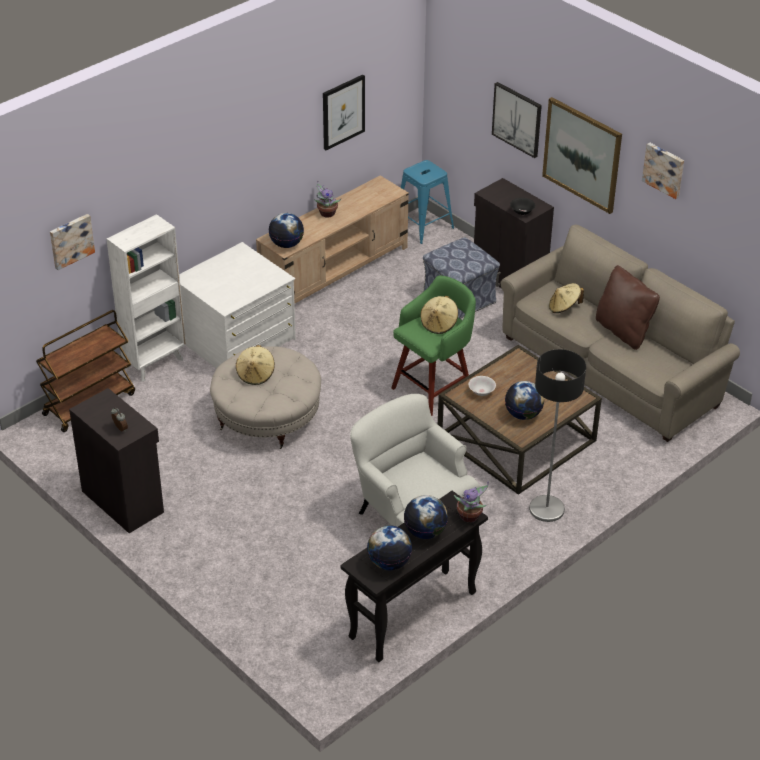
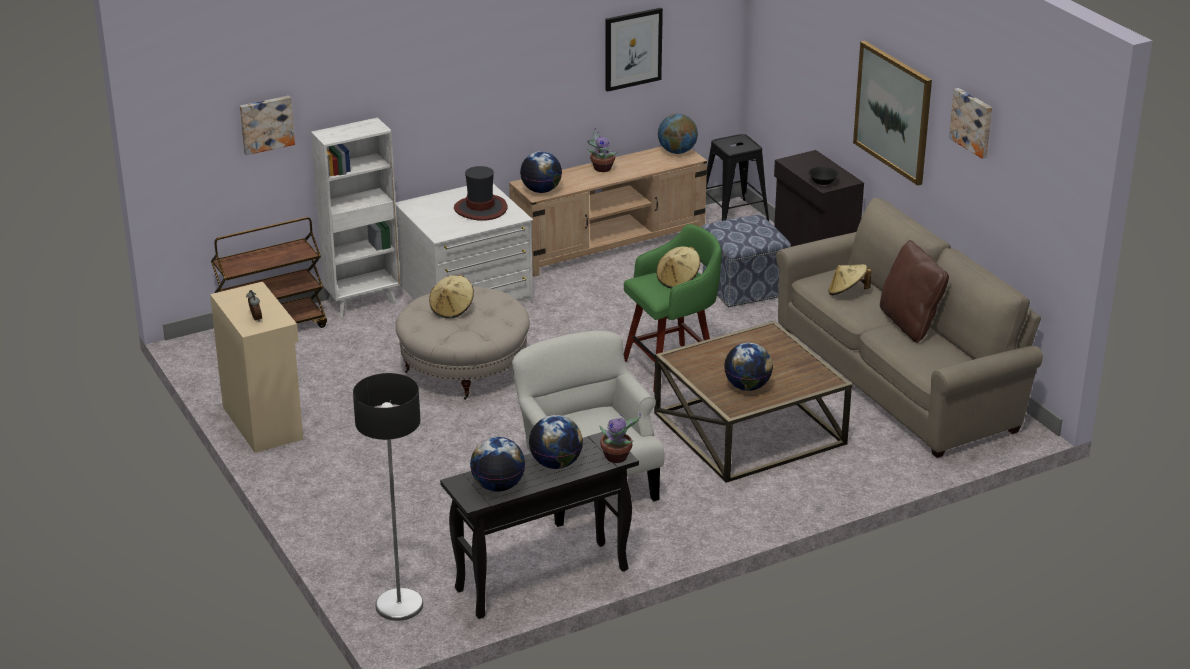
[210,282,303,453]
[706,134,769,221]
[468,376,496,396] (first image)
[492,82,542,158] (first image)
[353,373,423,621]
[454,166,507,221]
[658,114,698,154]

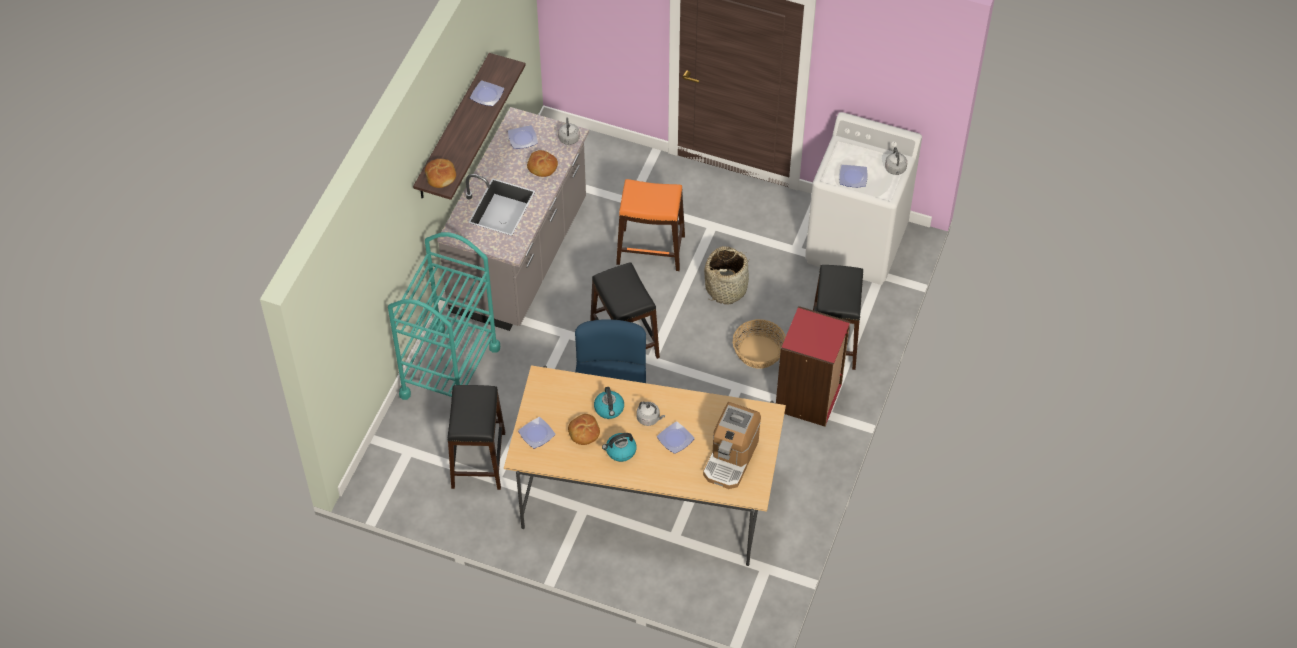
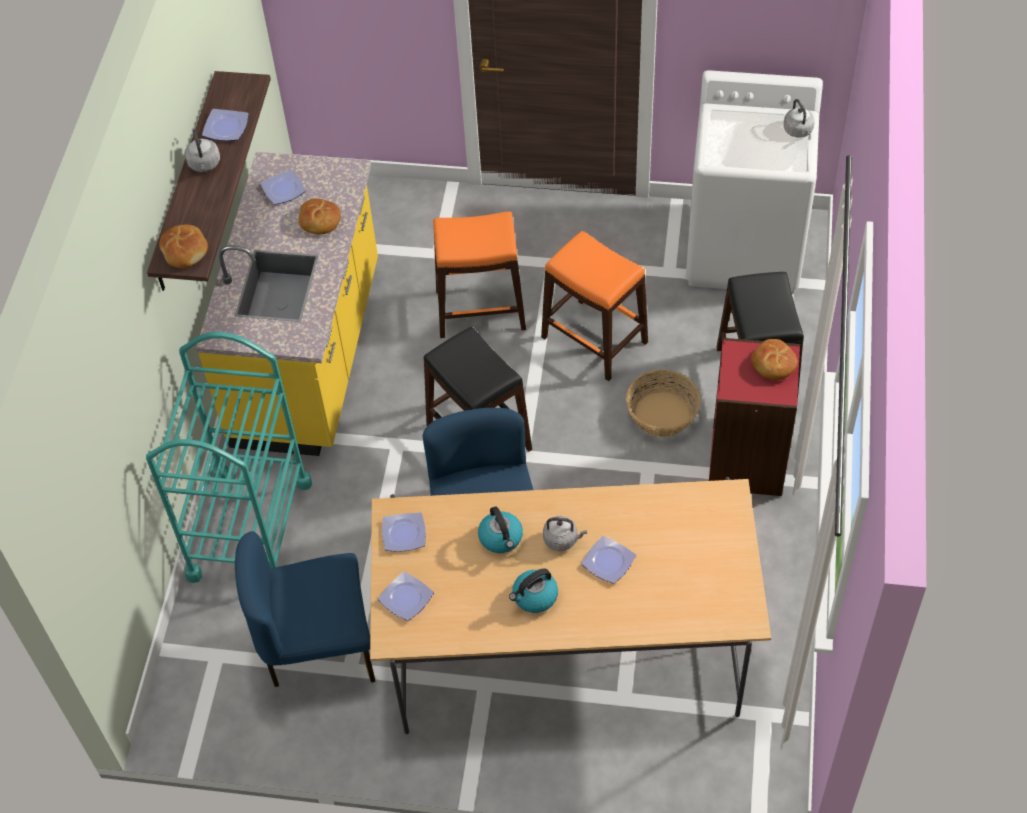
[196,152,378,456]
[235,531,375,687]
[185,129,220,172]
[751,339,798,380]
[703,402,761,489] (first image)
[541,231,648,381]
[382,513,426,552]

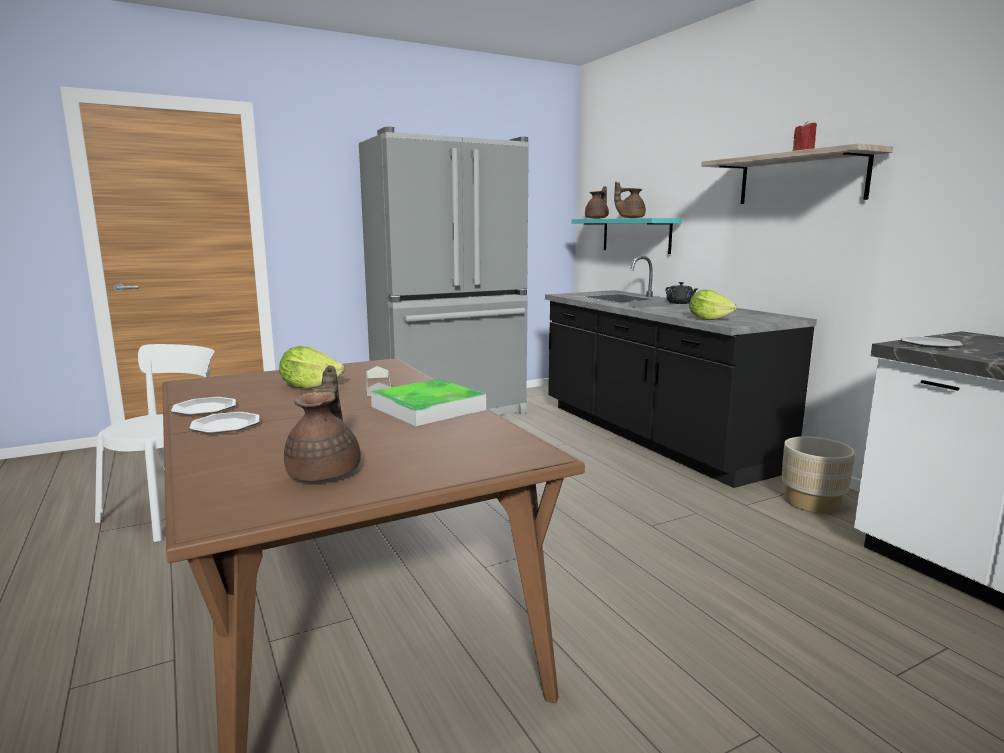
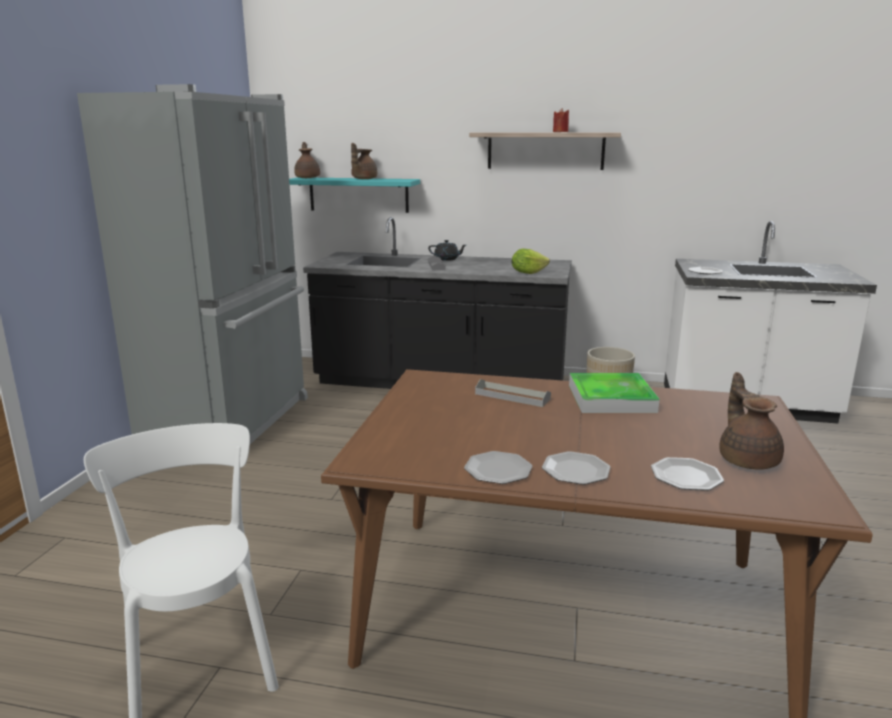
[279,346,345,389] (first image)
[719,372,784,470]
[651,457,724,491]

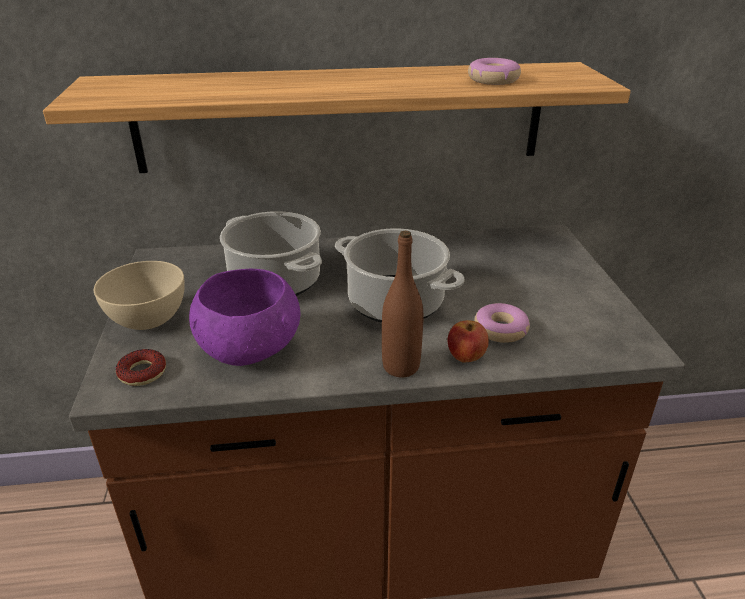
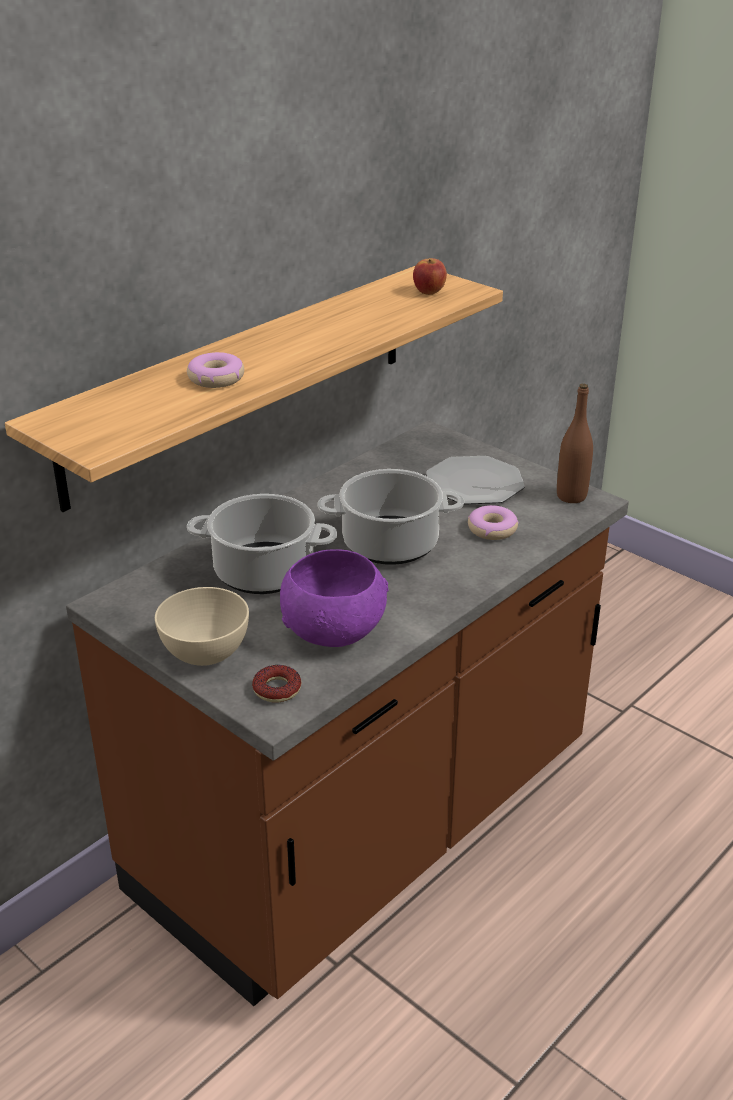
[557,384,593,503]
[413,258,447,295]
[187,352,244,388]
[426,456,525,505]

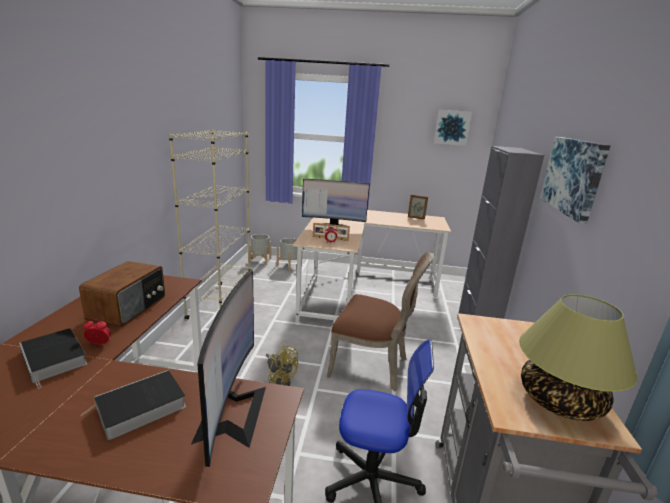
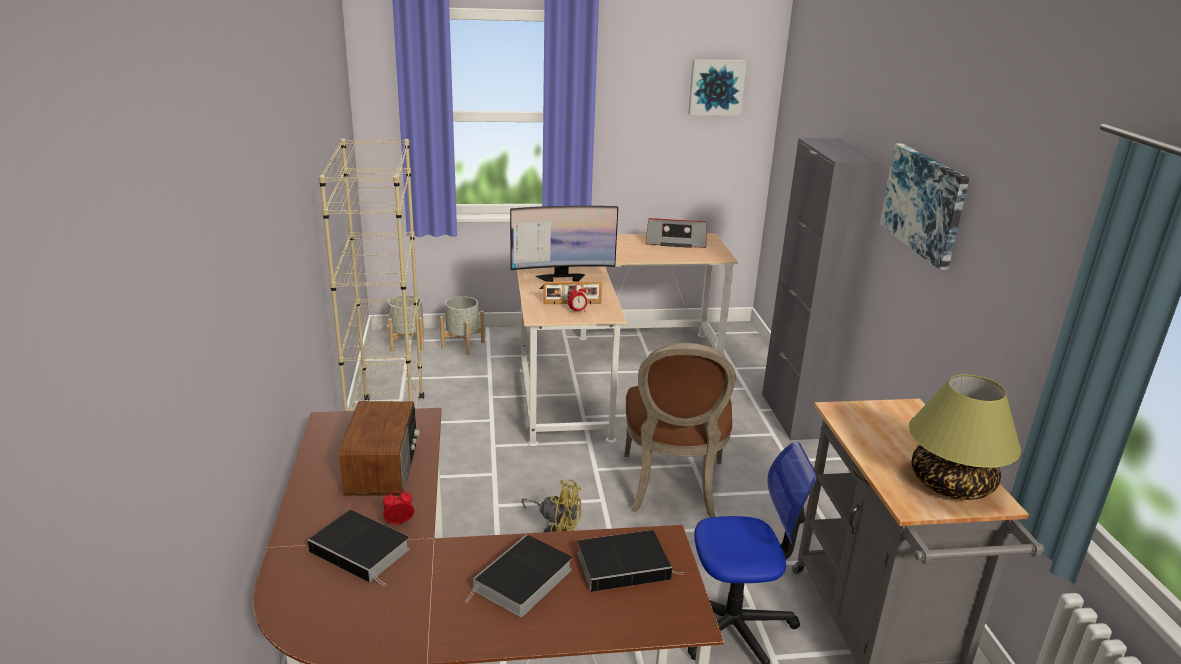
[577,530,685,592]
[624,343,736,517]
[645,218,707,248]

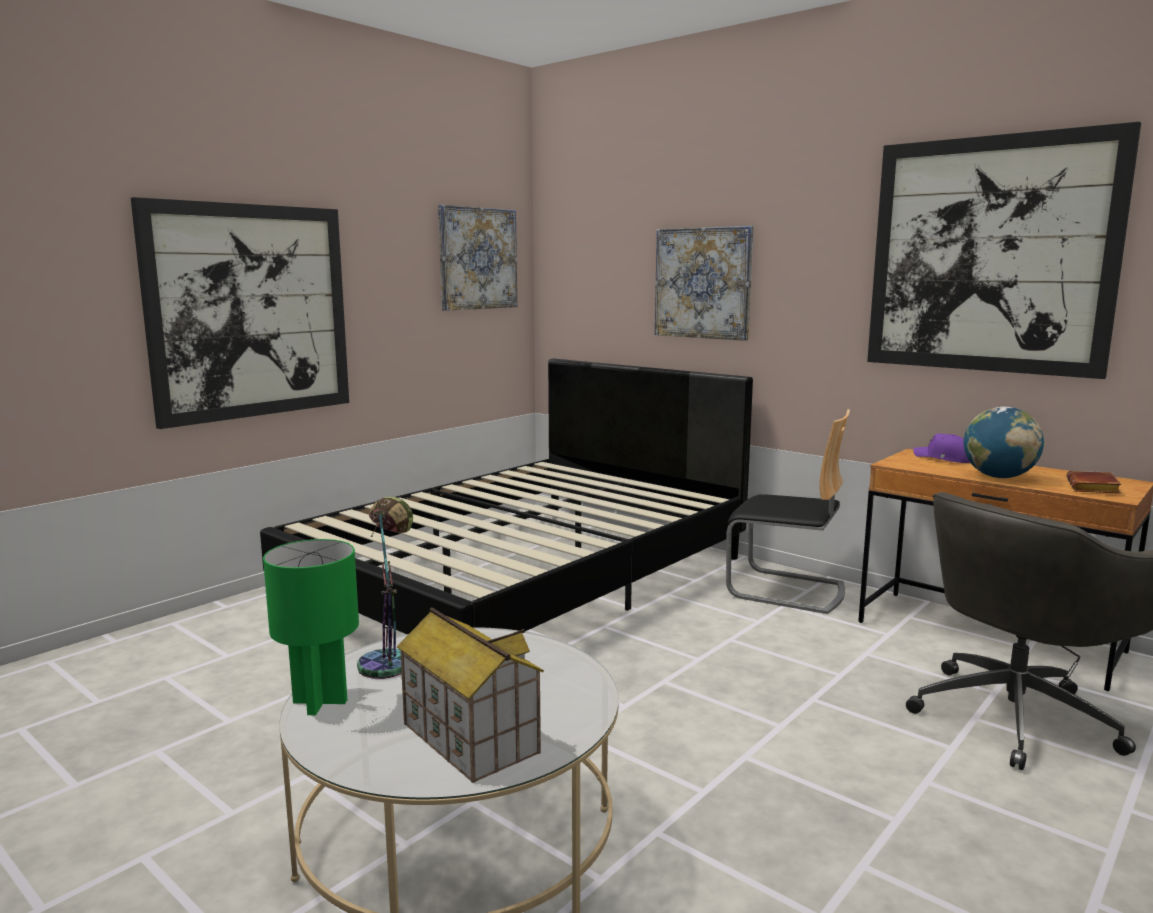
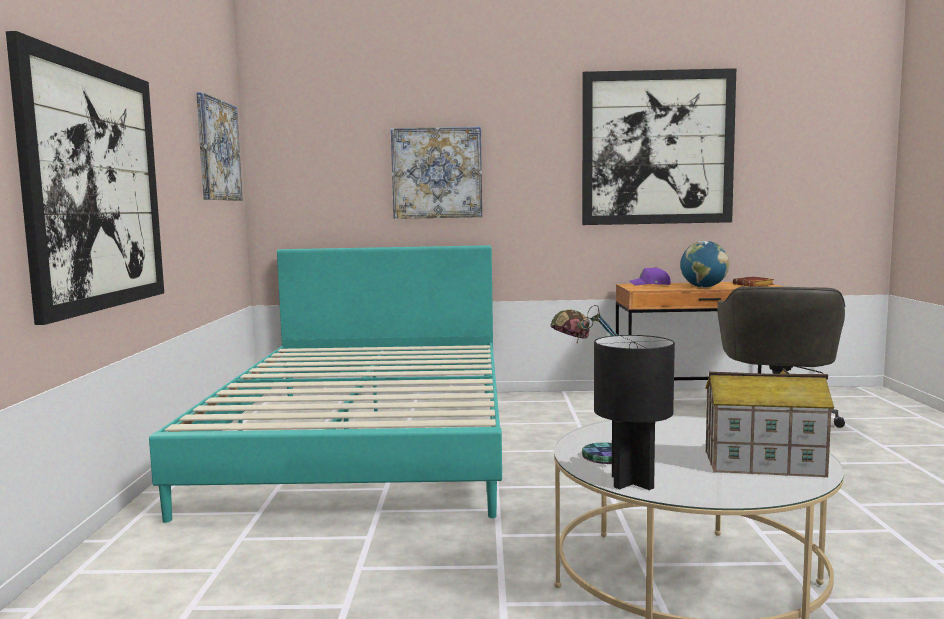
[149,245,502,523]
[594,335,675,490]
[726,409,850,614] (first image)

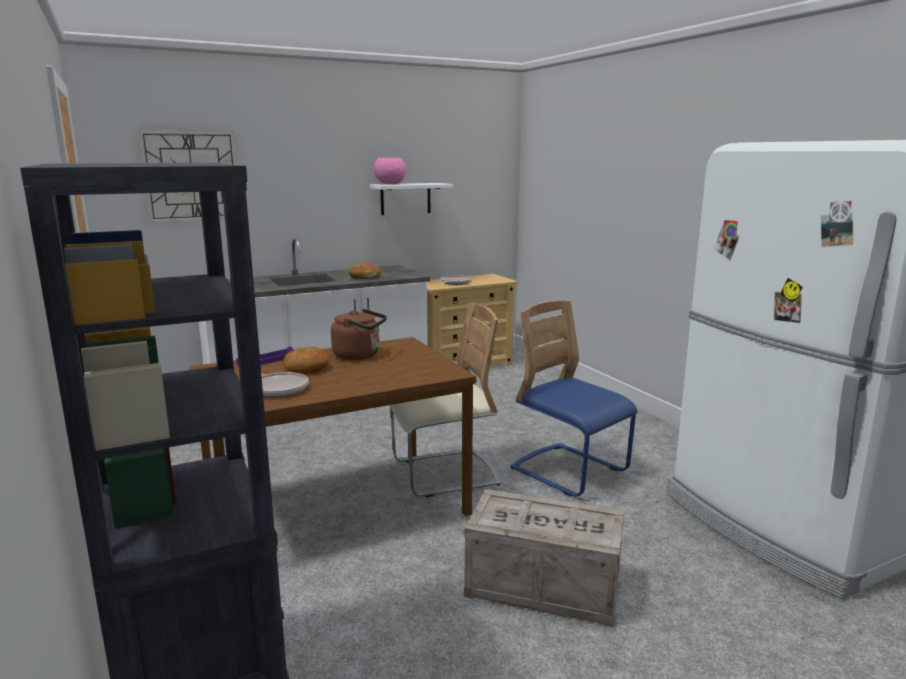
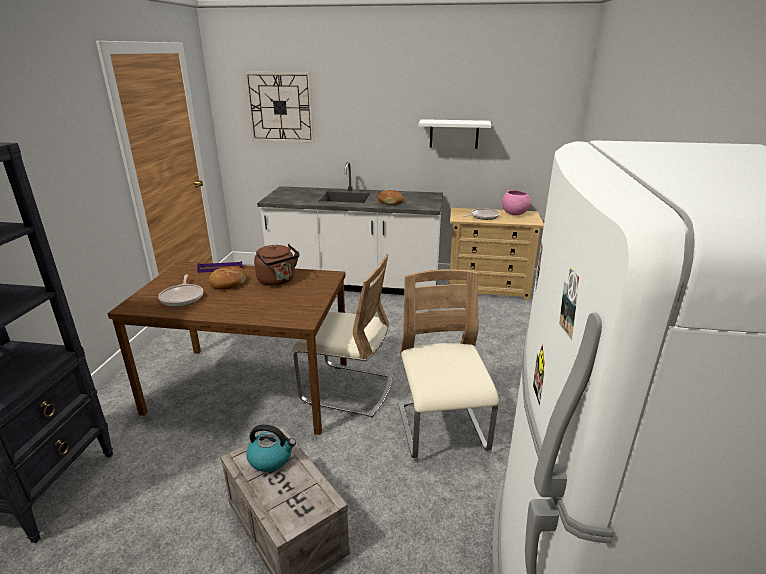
[502,190,531,215]
[398,269,499,458]
[246,424,296,472]

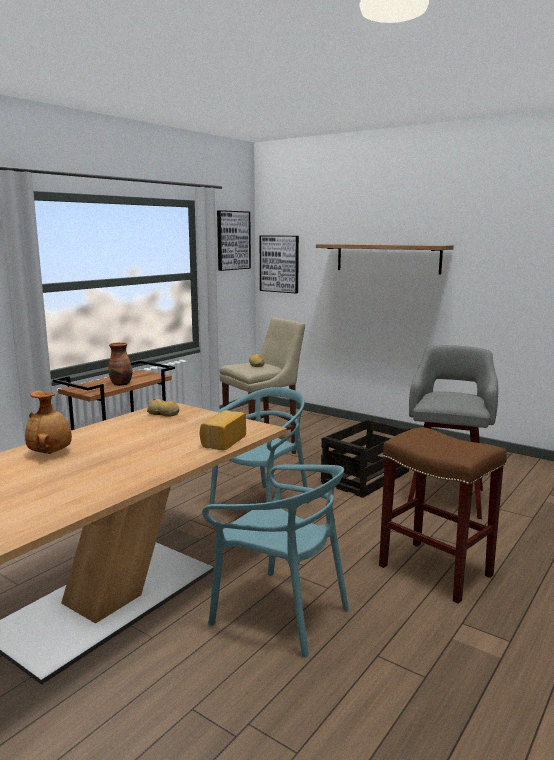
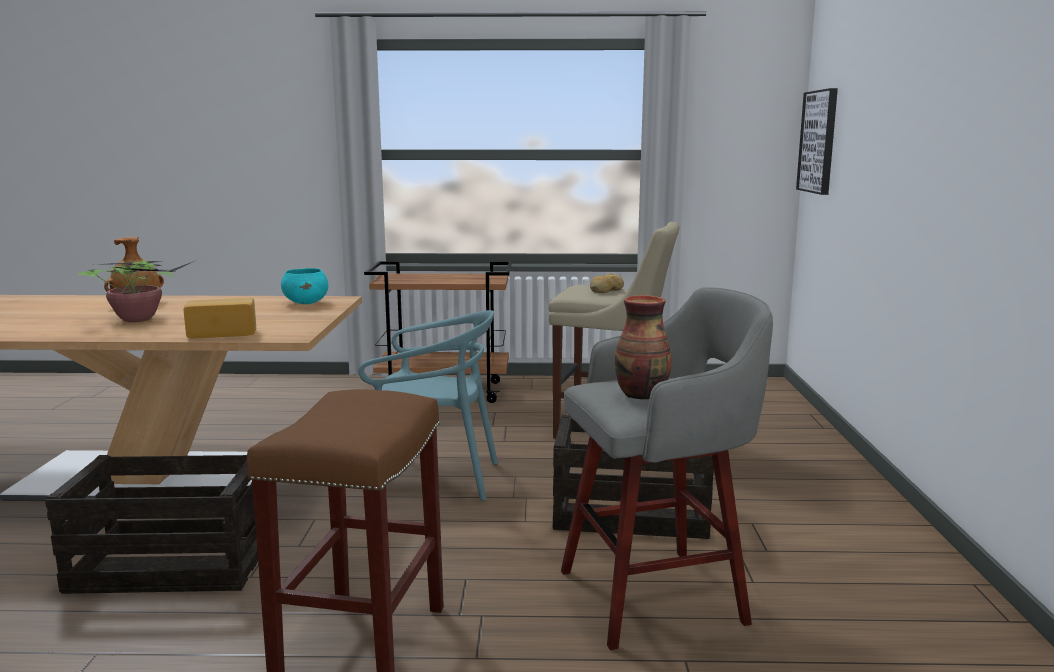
[614,295,671,399]
[281,268,328,304]
[45,455,258,594]
[217,210,251,271] (first image)
[316,244,454,275] (first image)
[76,261,194,322]

